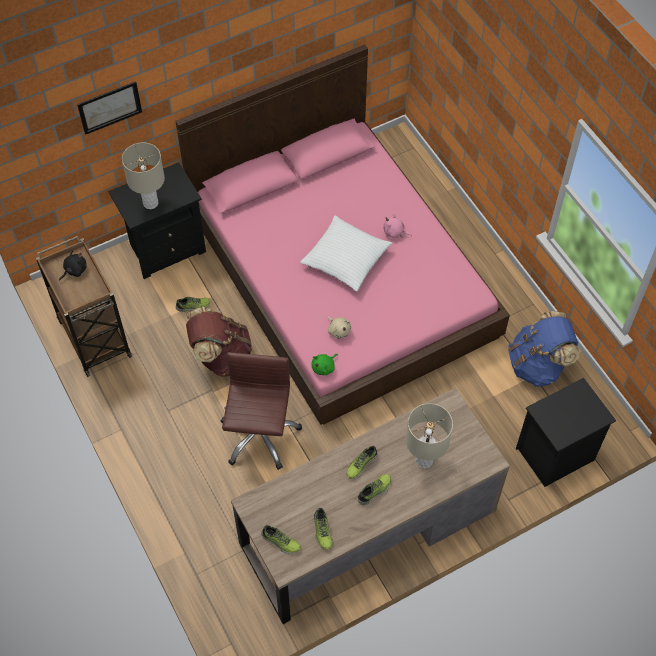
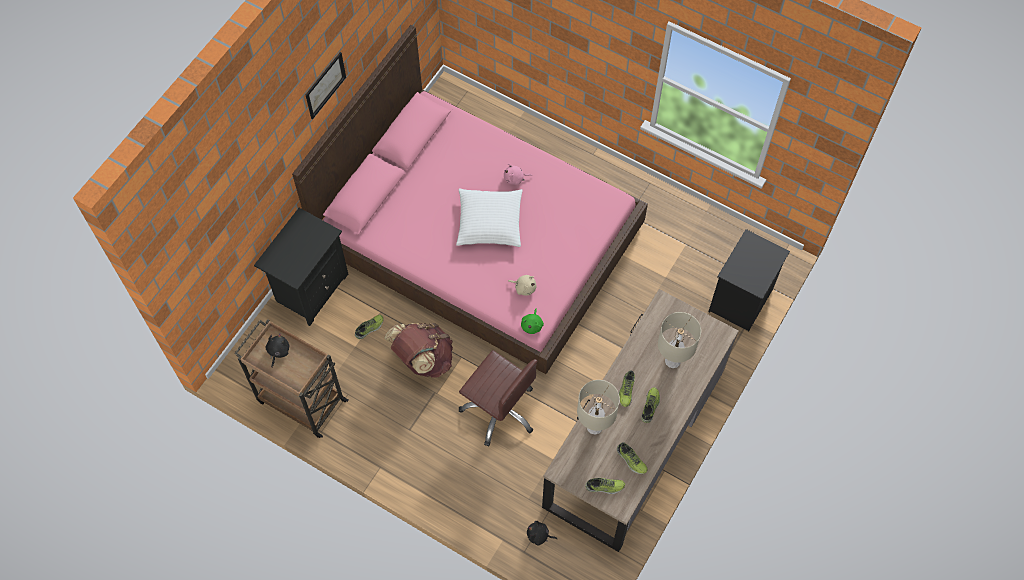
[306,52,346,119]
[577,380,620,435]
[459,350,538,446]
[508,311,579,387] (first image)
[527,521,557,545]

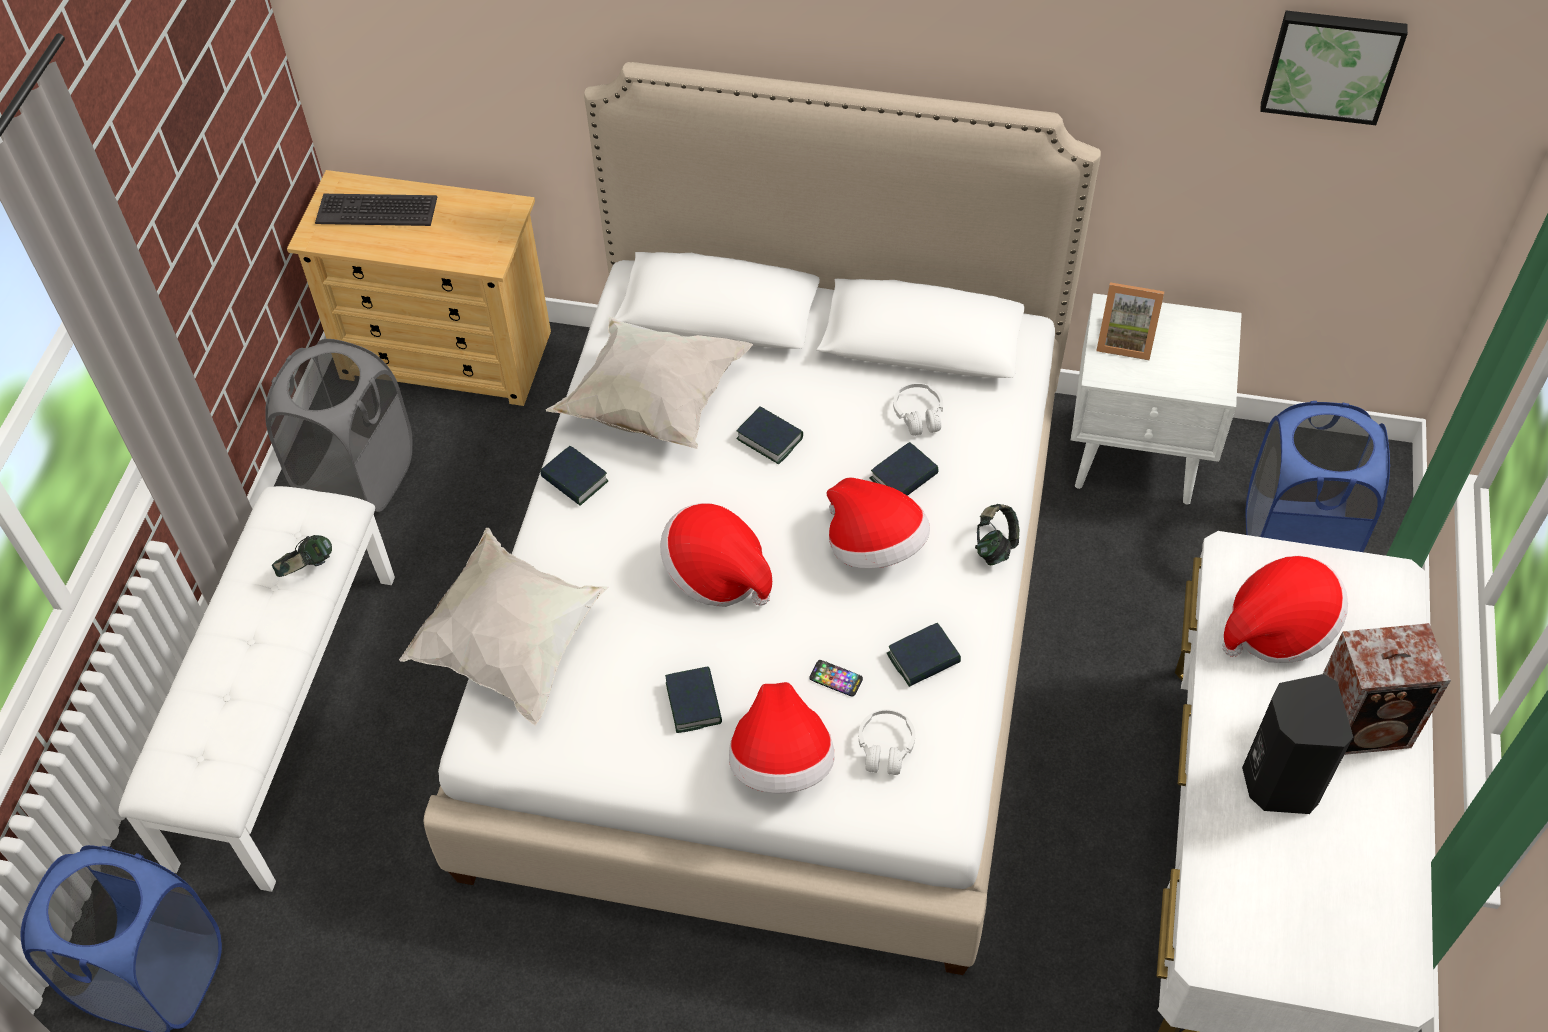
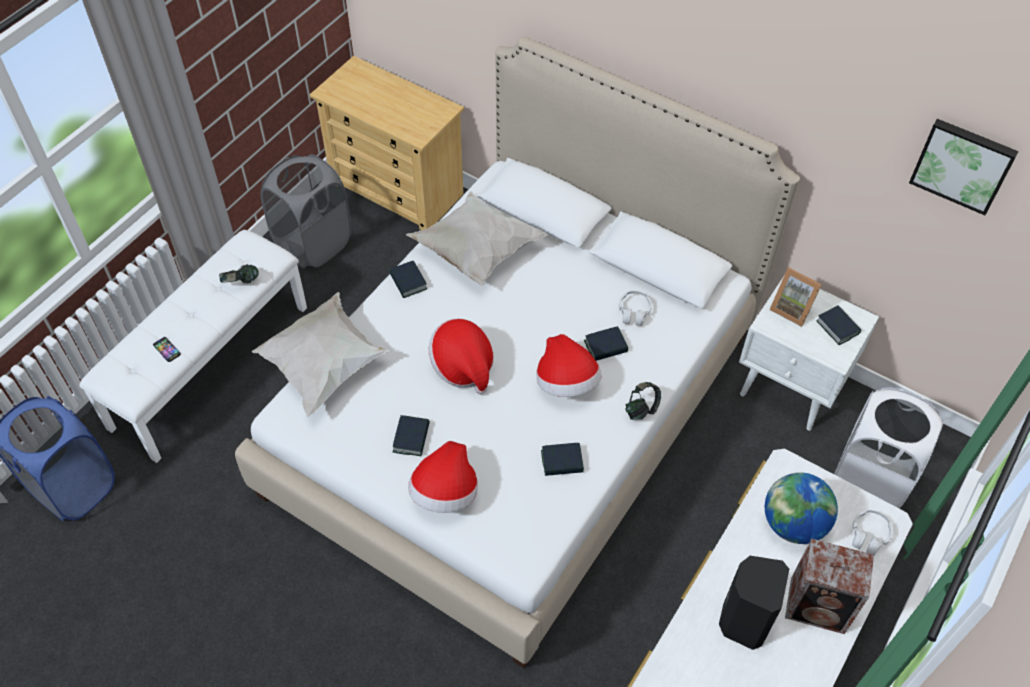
[315,194,437,226] (first image)
[816,305,861,345]
[153,337,181,362]
[852,510,893,556]
[765,472,838,544]
[834,388,944,508]

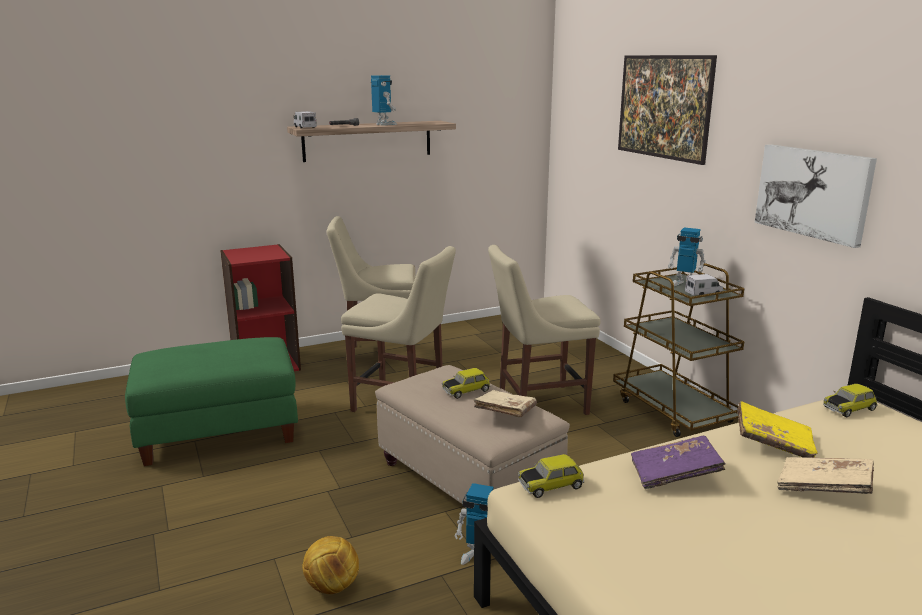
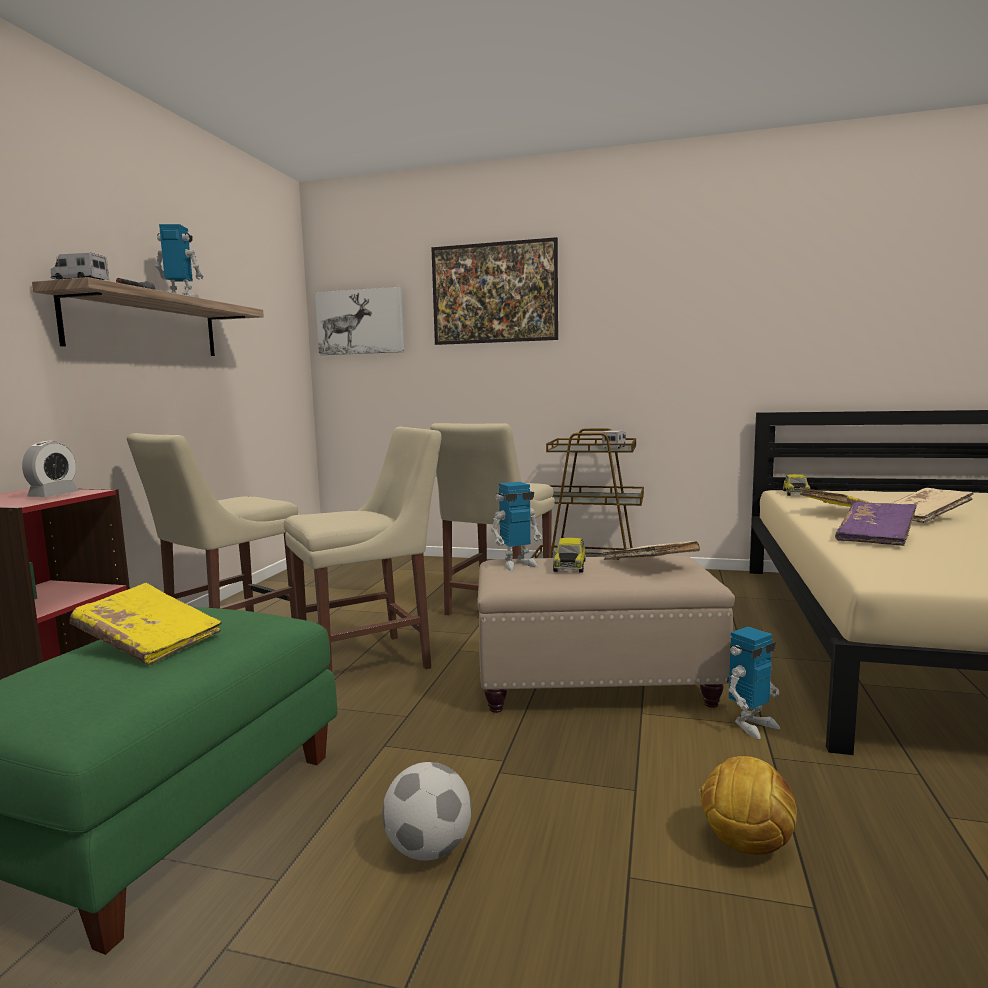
[518,454,584,498] (first image)
[491,482,543,571]
[315,287,404,355]
[22,441,79,497]
[69,583,222,665]
[382,762,472,861]

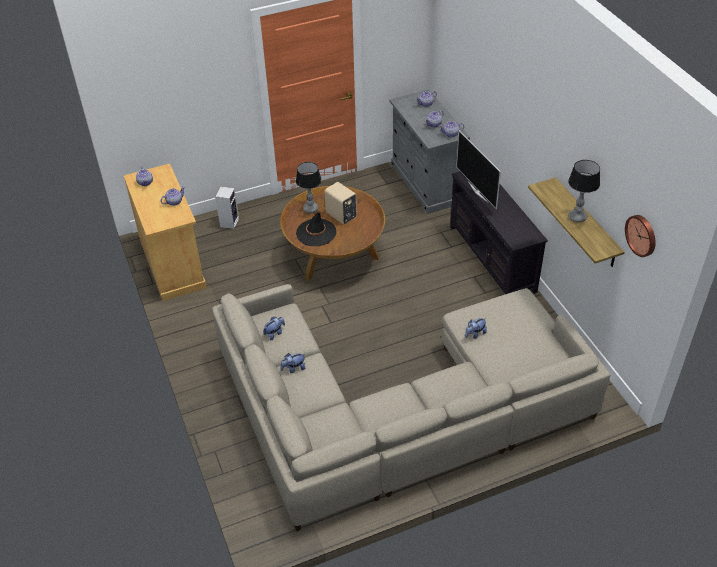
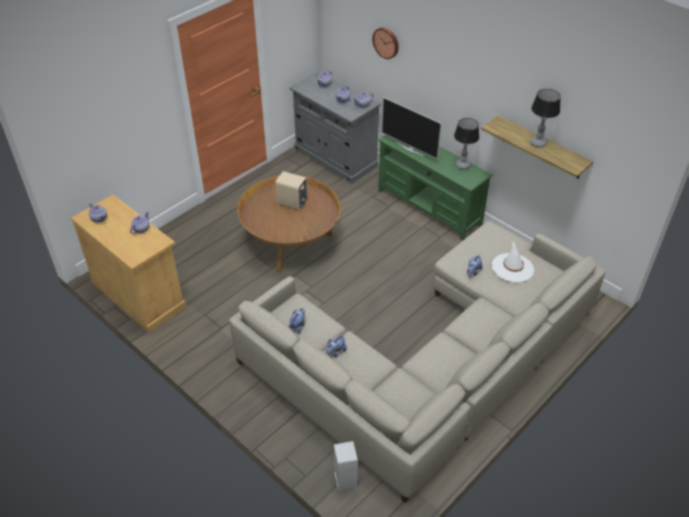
[334,441,358,491]
[454,118,479,169]
[296,211,336,246] (first image)
[378,135,493,241]
[372,27,399,59]
[492,242,534,282]

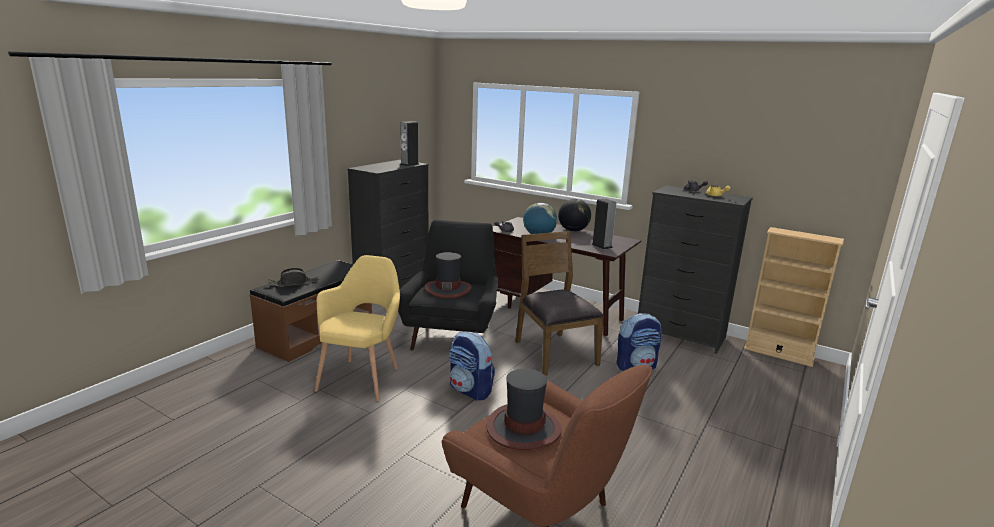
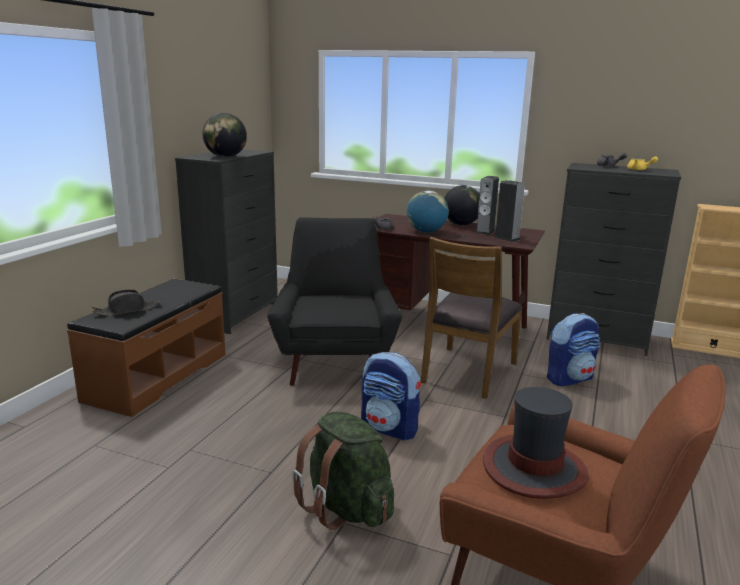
[314,255,400,402] (first image)
[475,176,499,235]
[425,252,472,298] (first image)
[421,237,523,399]
[203,113,247,157]
[292,411,394,530]

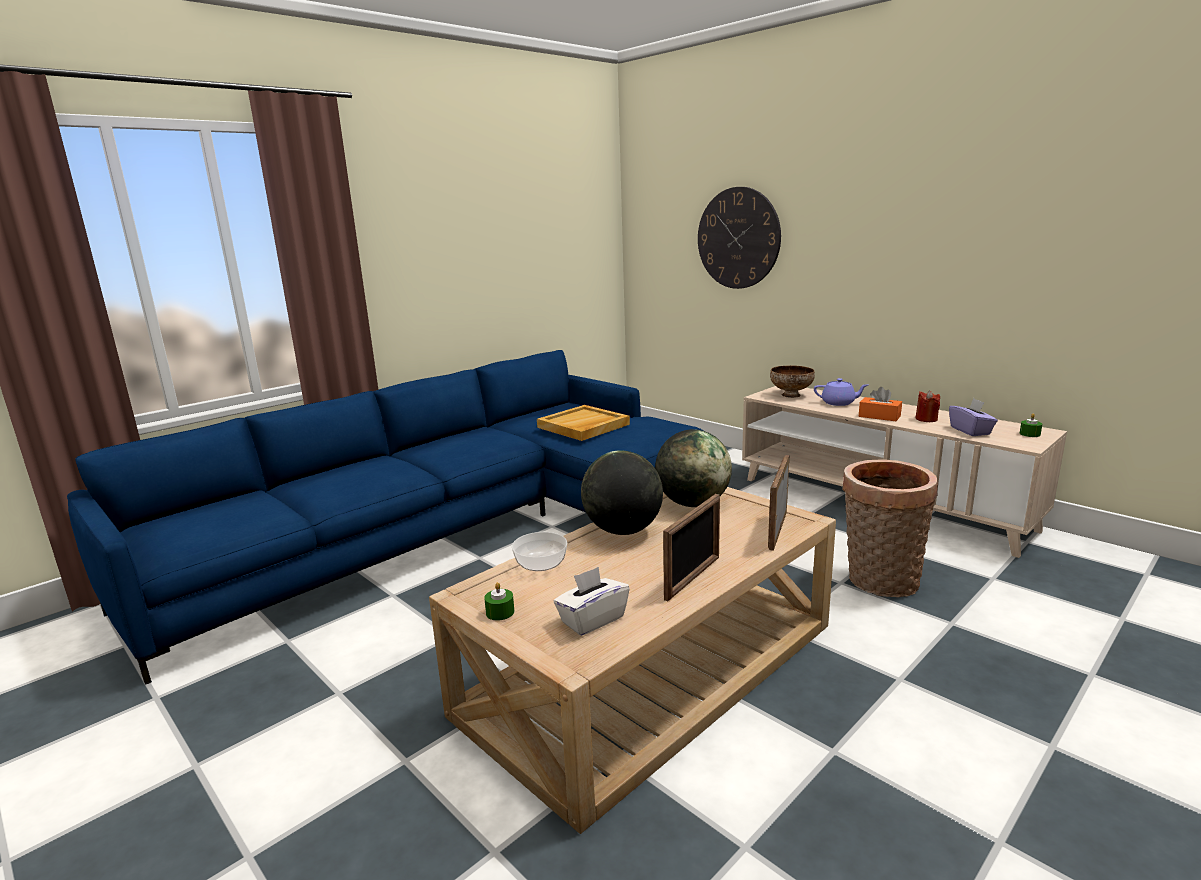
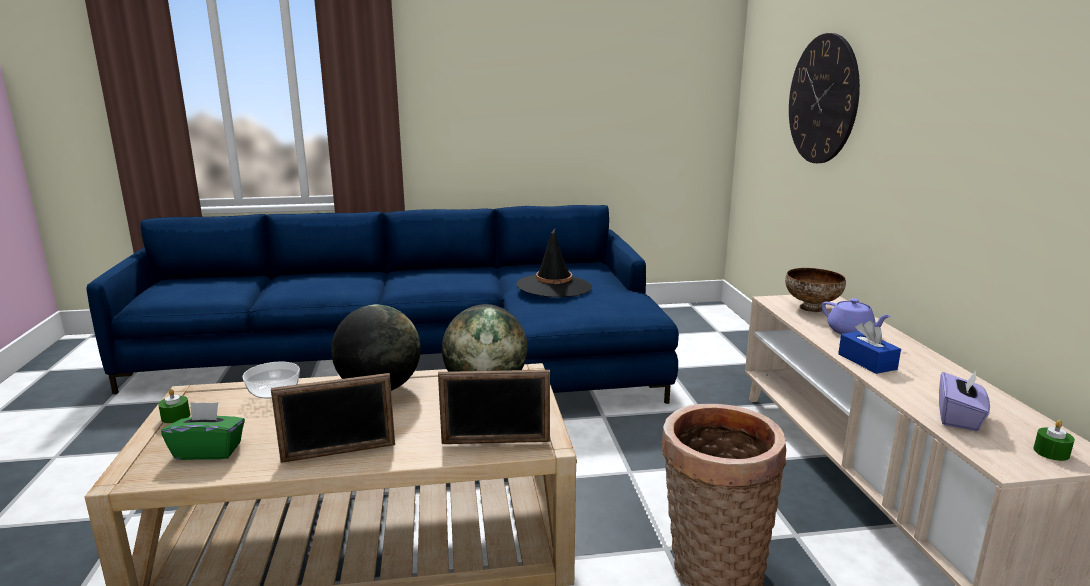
[517,229,592,297]
[161,402,245,460]
[438,370,550,444]
[838,321,901,374]
[915,390,940,422] (first image)

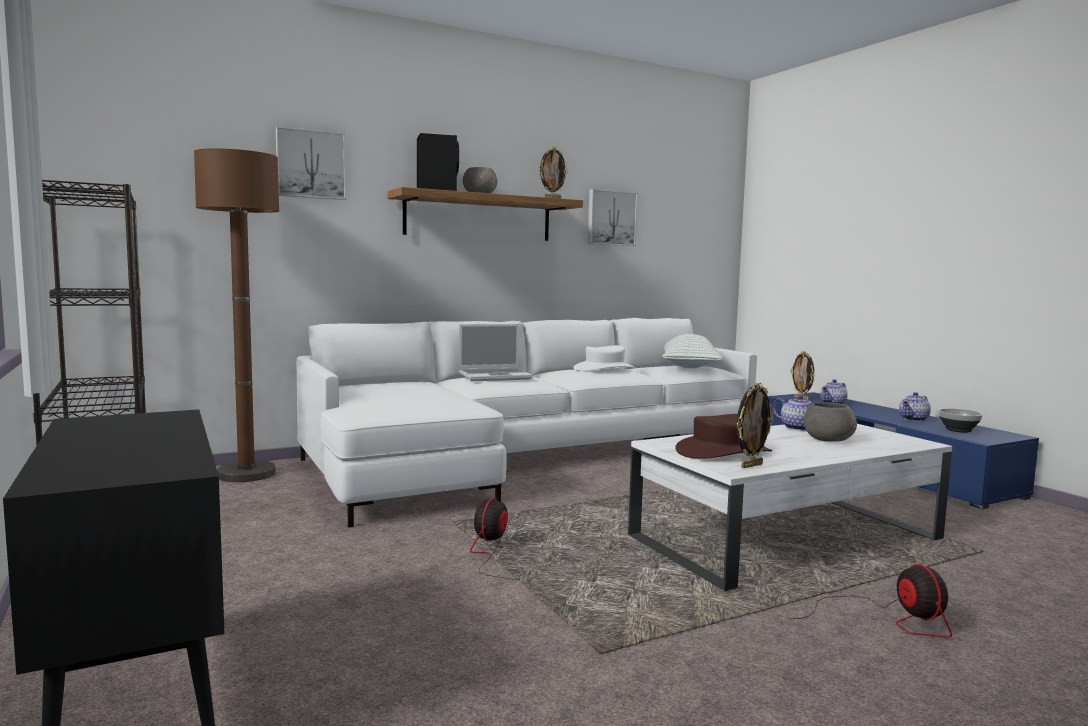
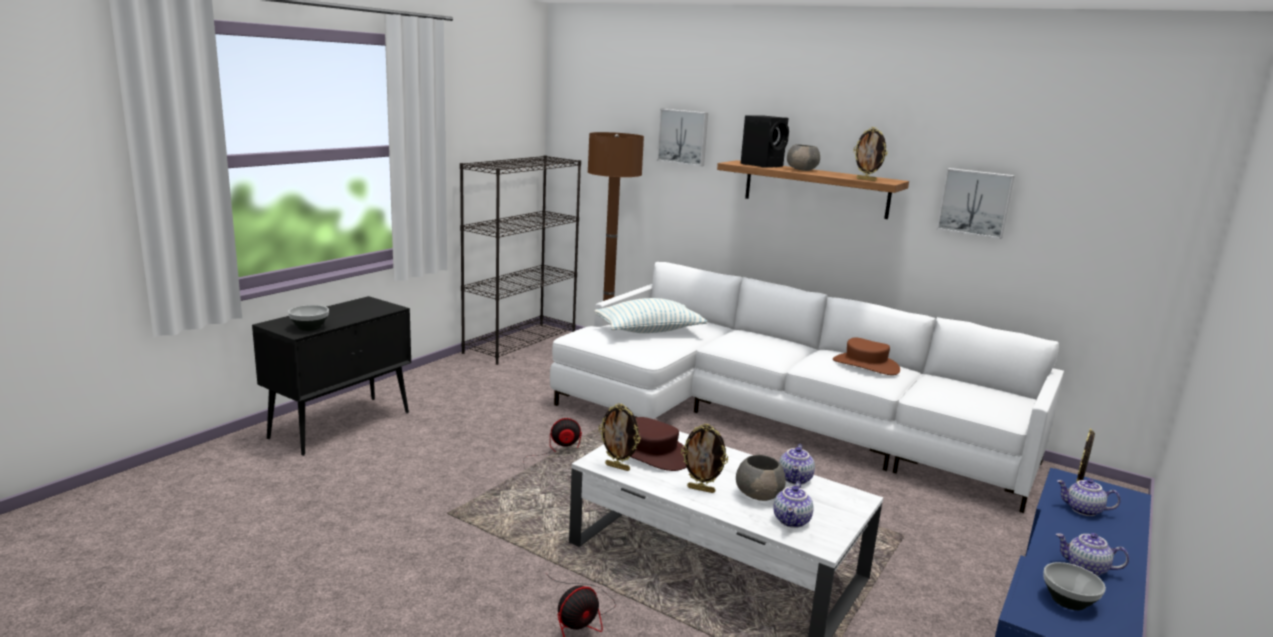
[459,324,533,381] (first image)
[833,338,900,375]
[595,298,708,333]
[288,305,329,331]
[681,424,728,493]
[773,481,814,528]

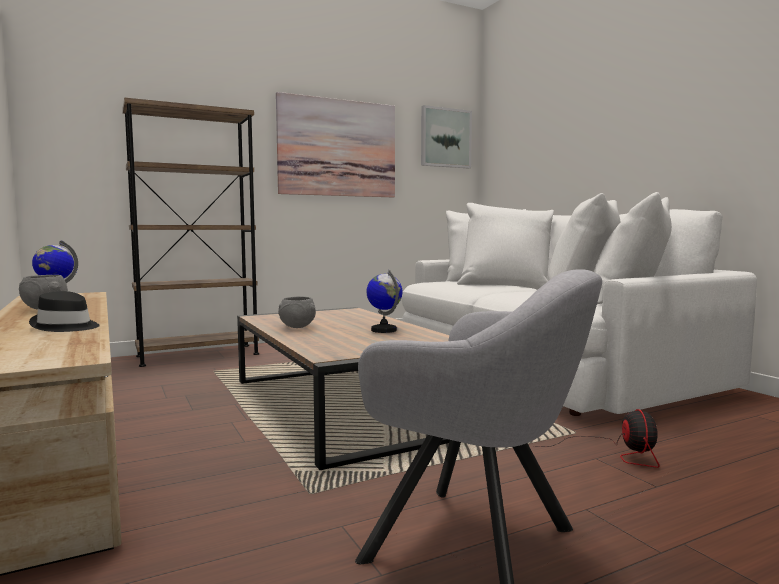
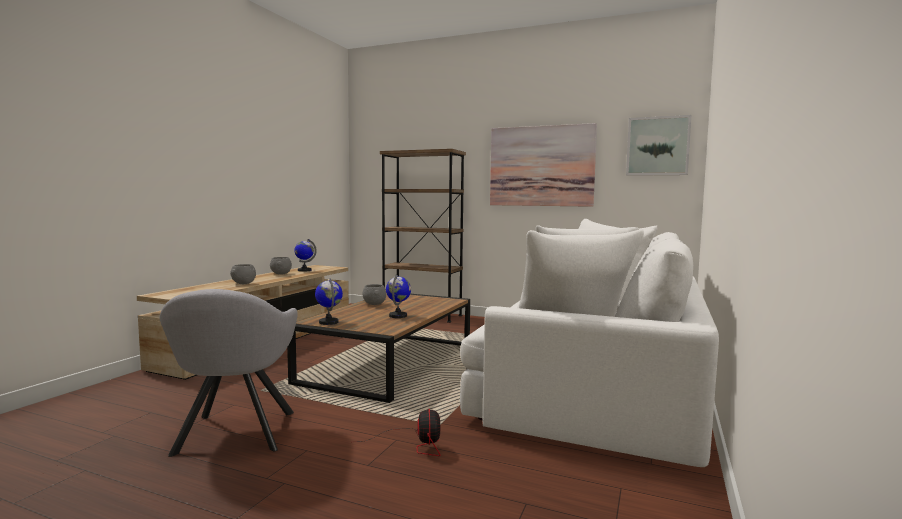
[230,264,256,284]
[360,409,440,456]
[315,278,343,325]

